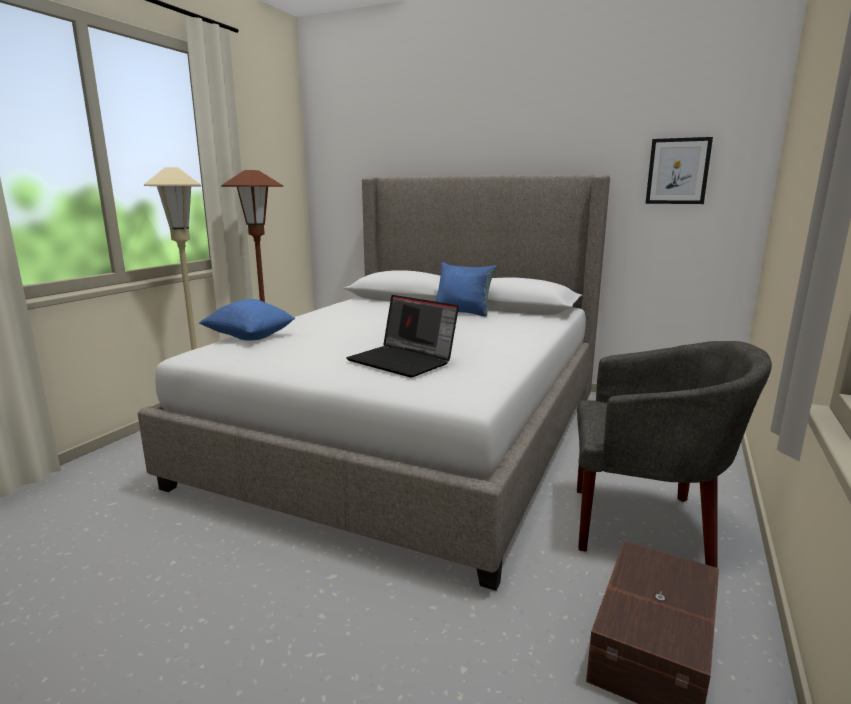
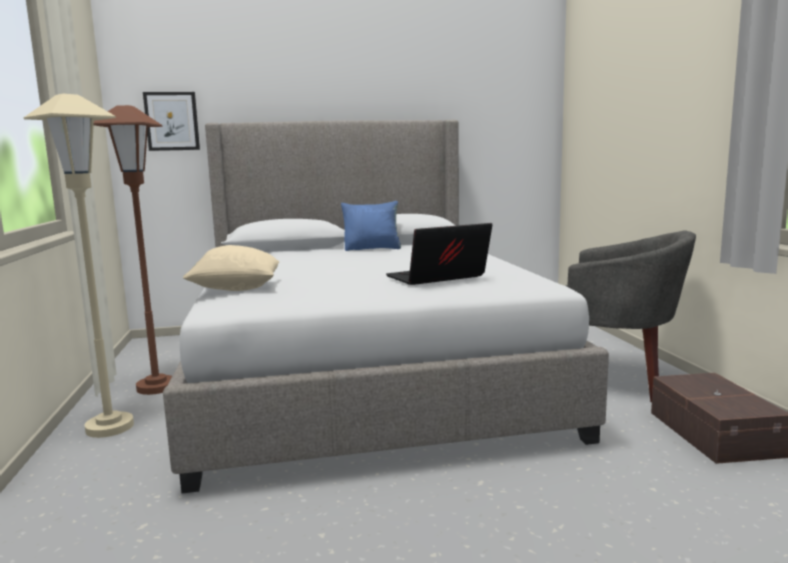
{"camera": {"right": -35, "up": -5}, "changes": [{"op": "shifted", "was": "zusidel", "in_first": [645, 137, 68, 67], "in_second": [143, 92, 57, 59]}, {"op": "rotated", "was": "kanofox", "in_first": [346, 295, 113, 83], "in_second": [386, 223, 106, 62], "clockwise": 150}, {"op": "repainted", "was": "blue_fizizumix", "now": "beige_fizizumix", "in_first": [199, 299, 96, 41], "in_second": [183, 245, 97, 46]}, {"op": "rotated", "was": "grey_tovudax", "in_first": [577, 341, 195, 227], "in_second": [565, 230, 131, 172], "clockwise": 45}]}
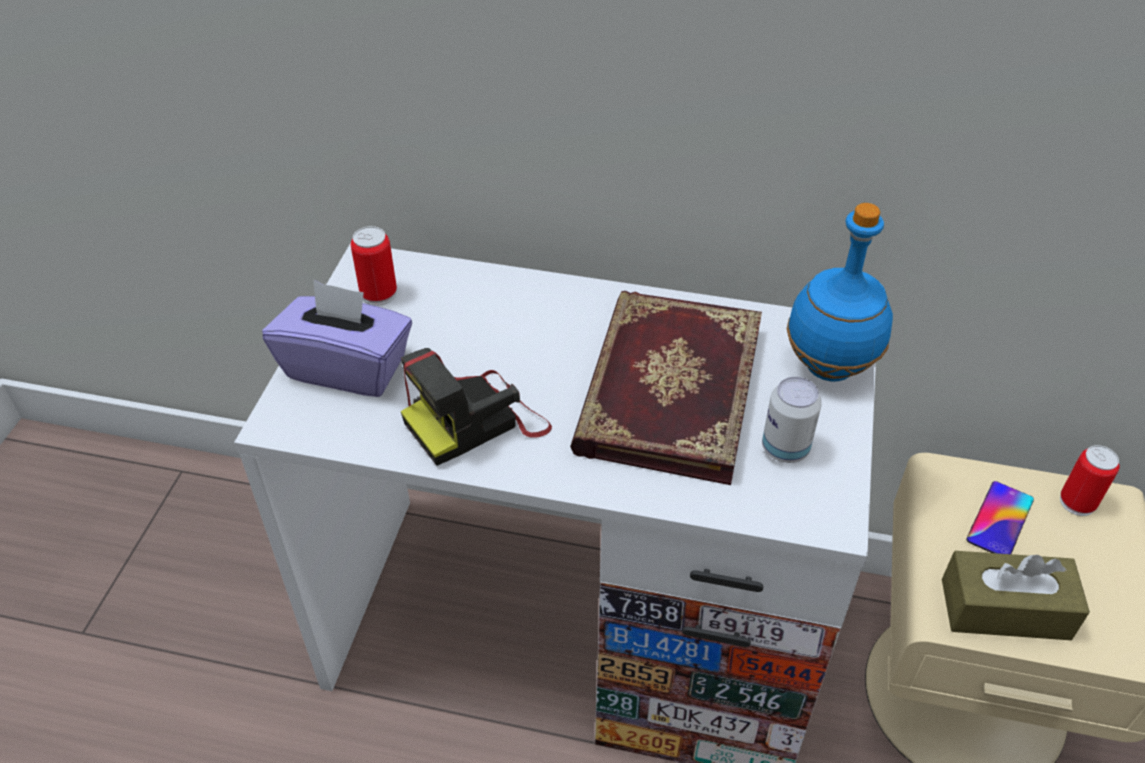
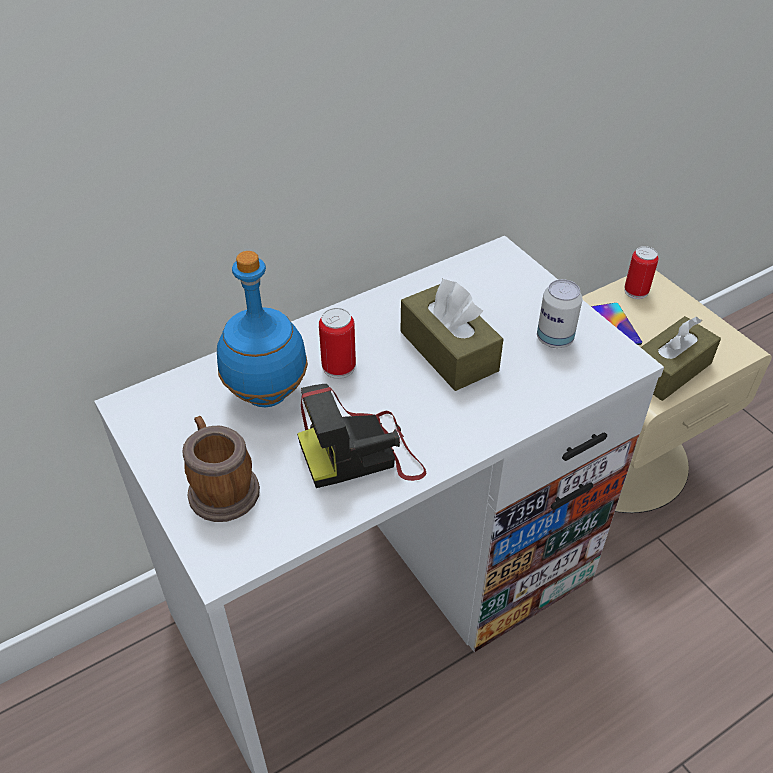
{"camera": {"right": -45, "up": 0}, "changes": [{"op": "shifted", "was": "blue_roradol", "in_first": [787, 203, 106, 178], "in_second": [217, 251, 91, 156]}, {"op": "shifted", "was": "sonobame", "in_first": [351, 226, 46, 80], "in_second": [319, 308, 37, 71]}, {"op": "swapped", "was": "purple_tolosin", "now": "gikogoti", "in_first": [262, 280, 150, 117], "in_second": [183, 416, 77, 106]}, {"op": "swapped", "was": "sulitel", "now": "brown_tolosin", "in_first": [570, 291, 192, 194], "in_second": [401, 278, 102, 113]}, {"op": "rotated", "was": "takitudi", "in_first": [401, 348, 151, 118], "in_second": [297, 384, 129, 104], "clockwise": 60}]}
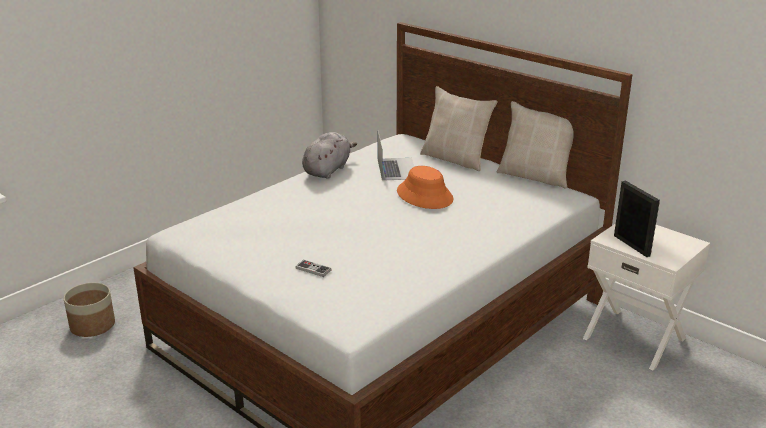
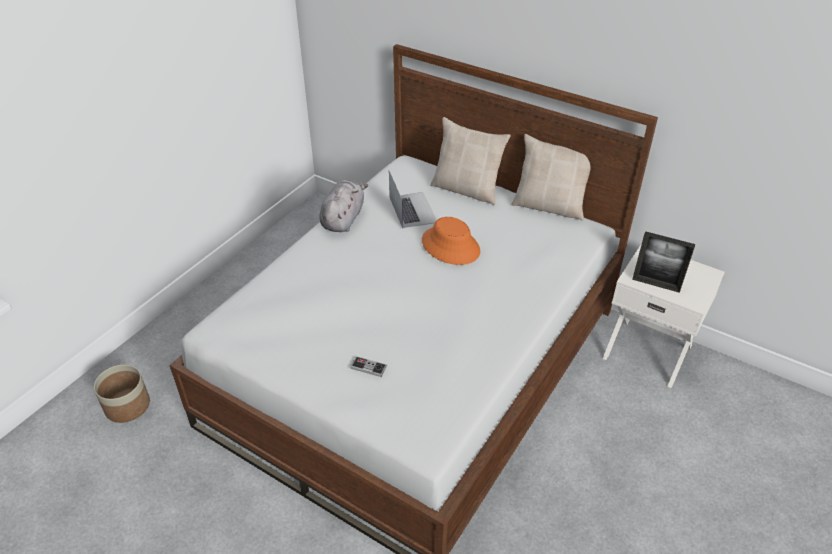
{"camera": {"right": -10, "up": 15}, "changes": [{"op": "rotated", "was": "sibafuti", "in_first": [614, 181, 46, 76], "in_second": [632, 231, 63, 62], "clockwise": 150}]}
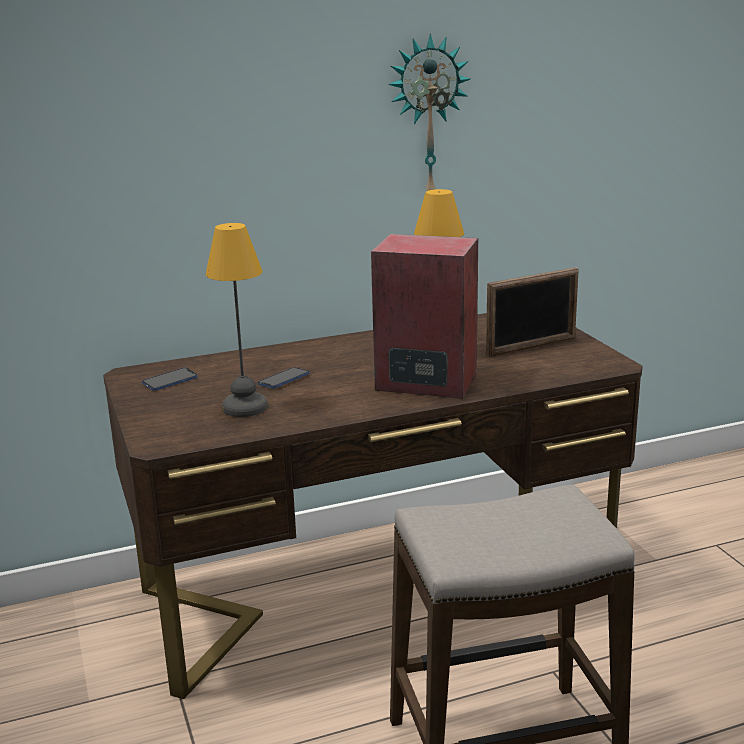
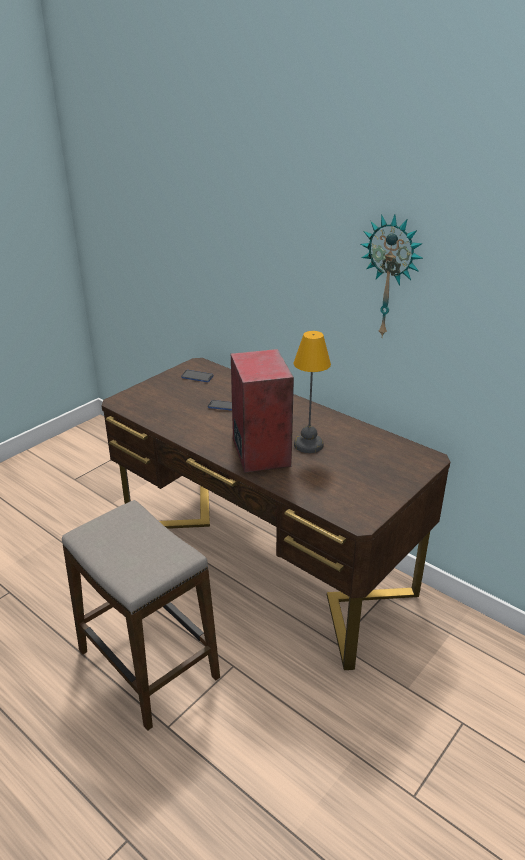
{"camera": {"right": 60, "up": 10}, "changes": [{"op": "gone", "was": "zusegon", "in_first": [206, 223, 62, 194]}, {"op": "gone", "was": "sibafuti", "in_first": [486, 267, 93, 90]}]}
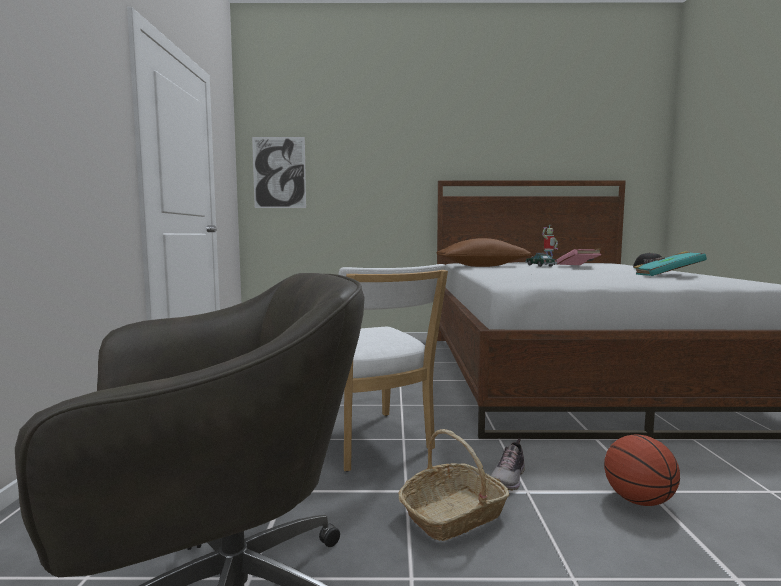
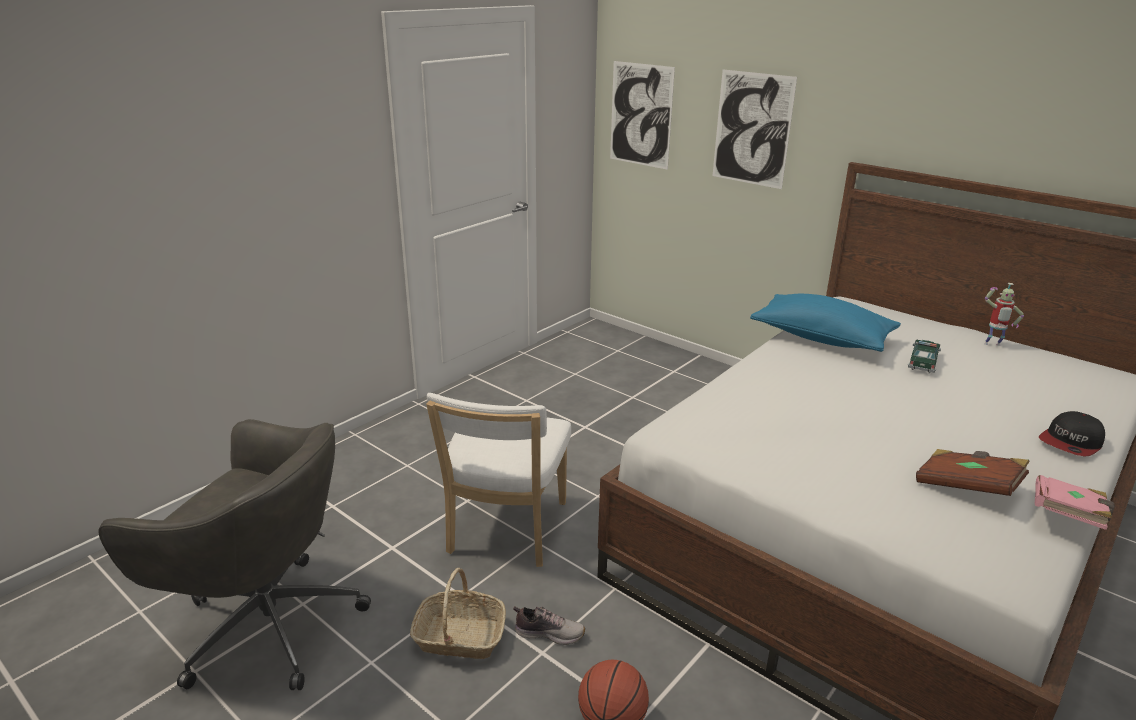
{"camera": {"right": 40, "up": 20}, "changes": [{"op": "repainted", "was": "brown_fizizumix", "now": "blue_fizizumix", "in_first": [436, 238, 96, 29], "in_second": [750, 294, 151, 58]}, {"op": "shifted", "was": "pink_sulitel", "in_first": [556, 248, 45, 17], "in_second": [1035, 475, 80, 55]}, {"op": "repainted", "was": "turquoise_sulitel", "now": "brown_sulitel", "in_first": [633, 251, 74, 25], "in_second": [916, 449, 114, 47]}, {"op": "rotated", "was": "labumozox", "in_first": [491, 439, 34, 52], "in_second": [513, 606, 72, 39], "clockwise": -150}, {"op": "new", "now": "zusidel", "in_second": [712, 70, 85, 119]}]}
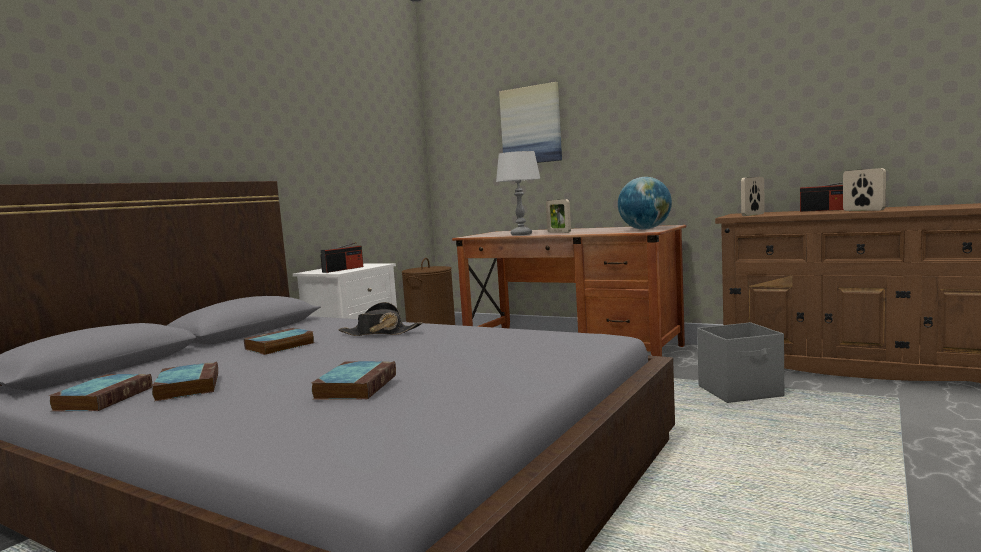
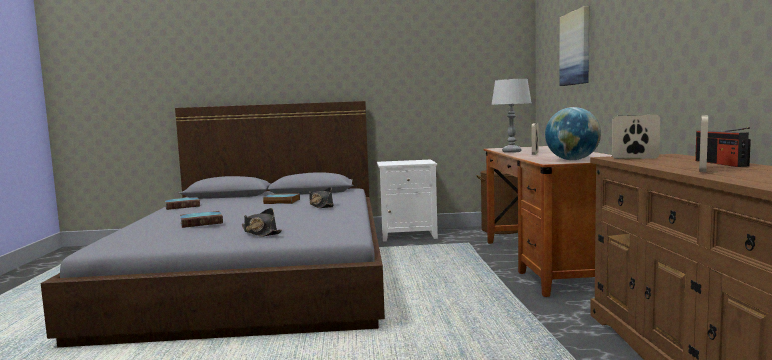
{"camera": {"right": 55, "up": 0}, "changes": [{"op": "gone", "was": "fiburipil", "in_first": [320, 242, 43, 31]}, {"op": "gone", "was": "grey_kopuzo", "in_first": [697, 322, 87, 81]}, {"op": "gone", "was": "sulitel", "in_first": [152, 361, 66, 40]}, {"op": "new", "now": "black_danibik", "in_second": [242, 208, 40, 29]}]}
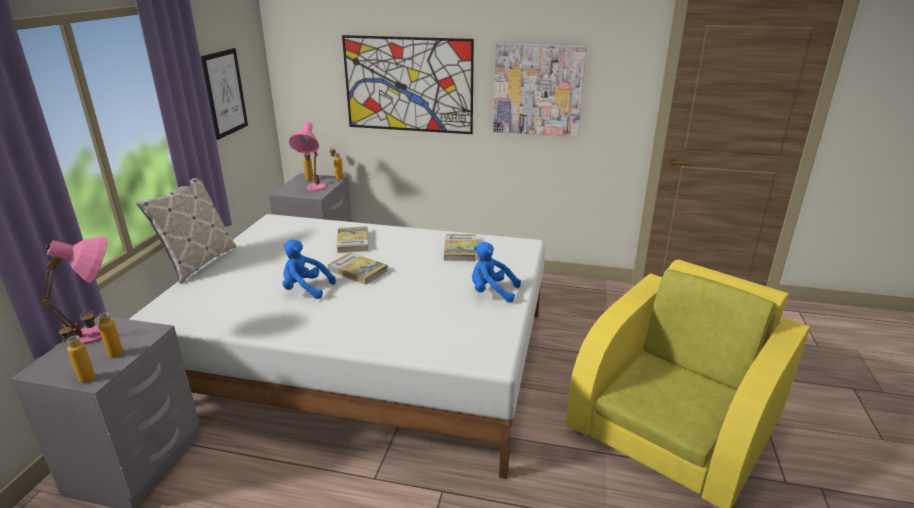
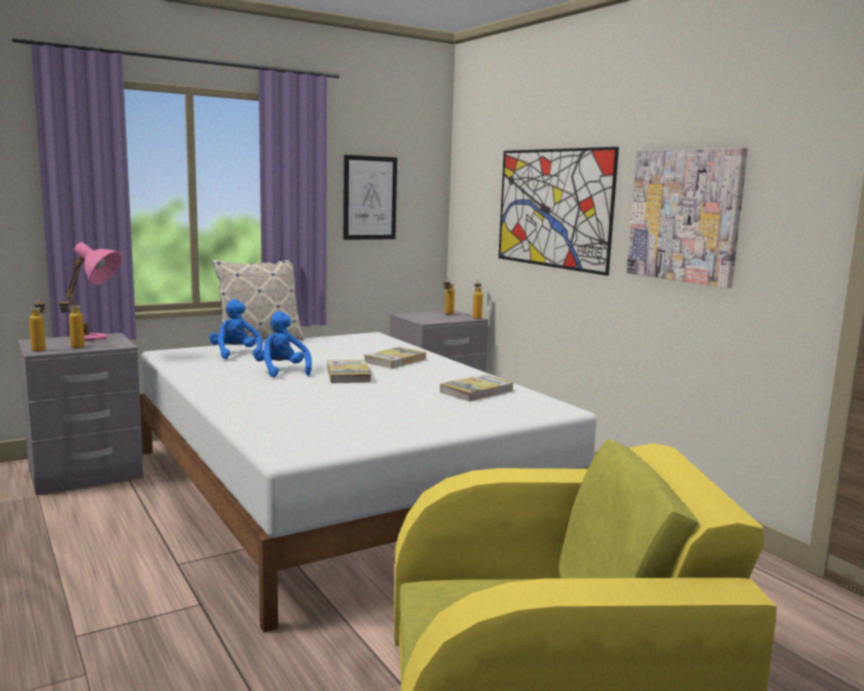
{"camera": {"right": 45, "up": -15}, "changes": [{"op": "gone", "was": "pink_zusegon", "in_first": [289, 122, 36, 69]}, {"op": "shifted", "was": "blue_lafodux", "in_first": [472, 242, 49, 61], "in_second": [209, 299, 54, 60]}]}
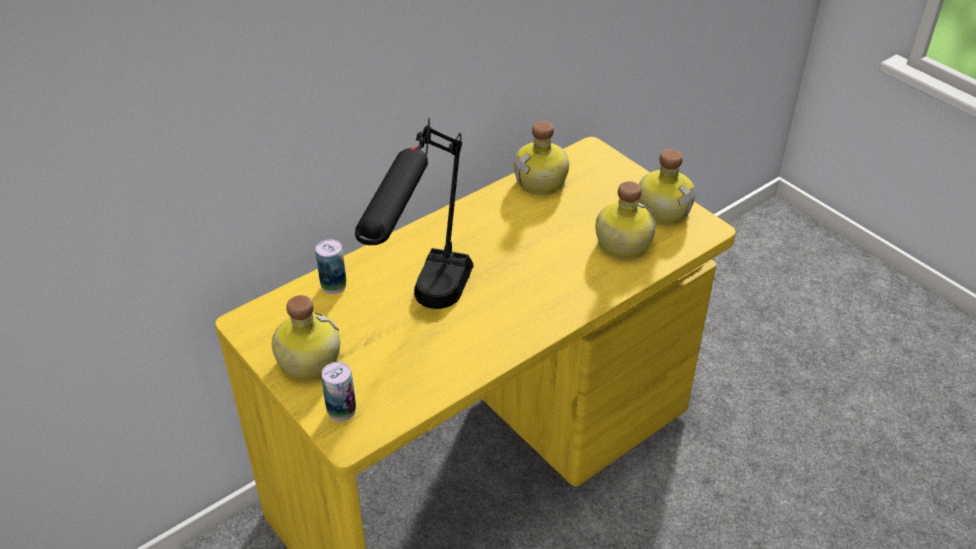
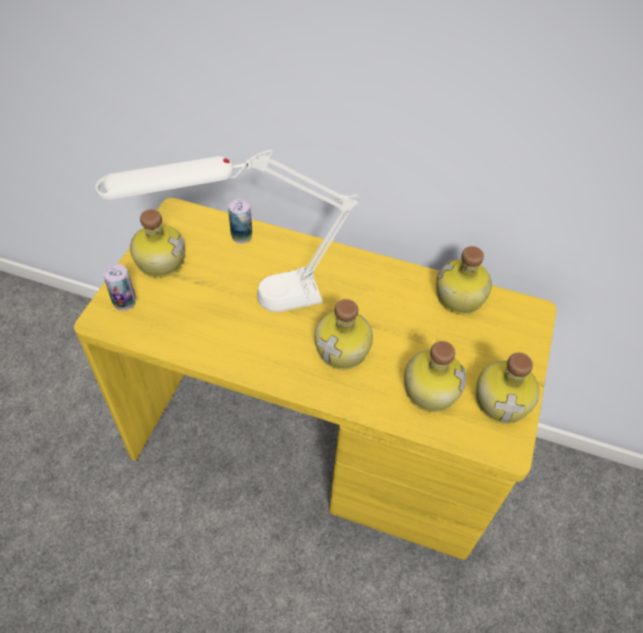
{"camera": {"right": 55, "up": 10}, "changes": [{"op": "repainted", "was": "black_zusegon", "now": "white_zusegon", "in_first": [355, 118, 118, 191], "in_second": [95, 150, 264, 162]}, {"op": "new", "now": "roradol", "in_second": [314, 299, 59, 71]}]}
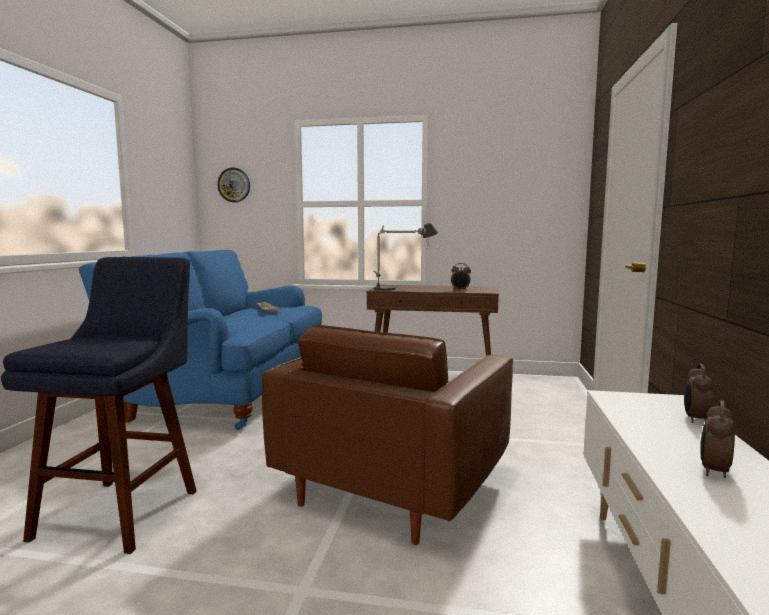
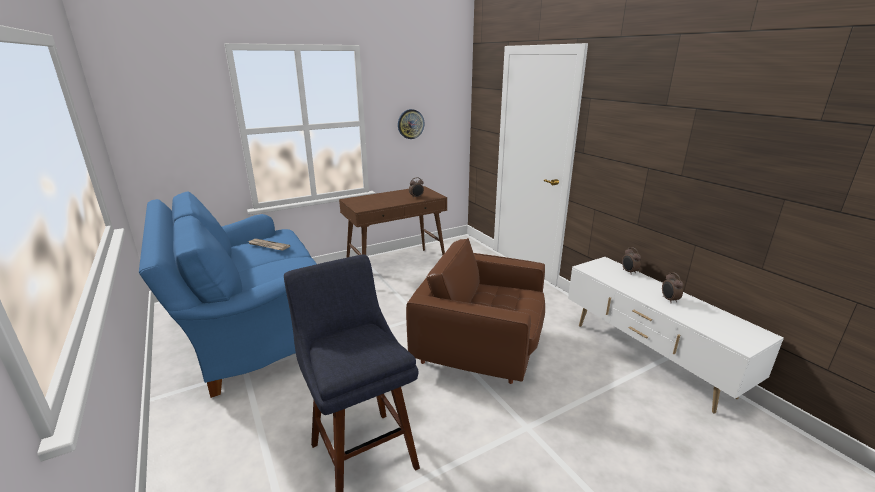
{"camera": {"right": -40, "up": 15}, "changes": [{"op": "shifted", "was": "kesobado", "in_first": [217, 168, 33, 34], "in_second": [398, 109, 27, 30]}, {"op": "gone", "was": "zusegon", "in_first": [374, 223, 64, 67]}, {"op": "rotated", "was": "brown_tovudax", "in_first": [262, 325, 251, 220], "in_second": [406, 238, 139, 146], "clockwise": 120}]}
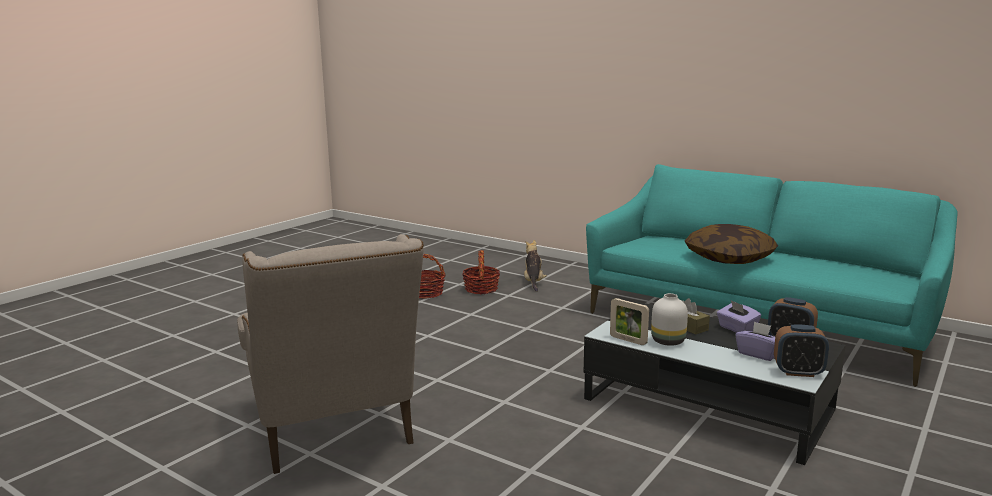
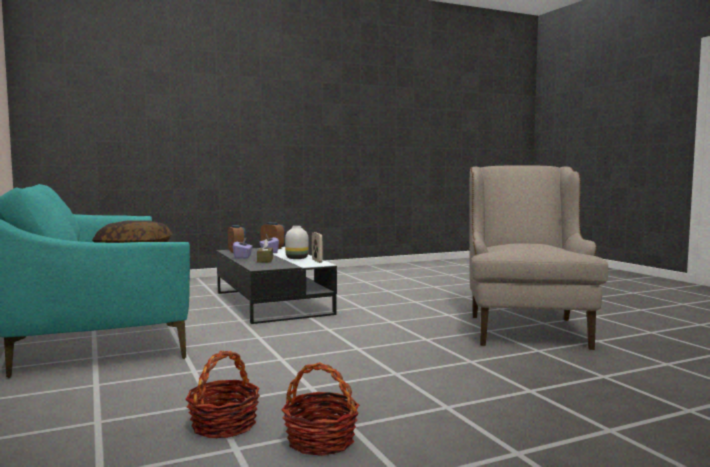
{"camera": {"right": -150, "up": -10}, "changes": [{"op": "gone", "was": "lafodux", "in_first": [524, 240, 23, 52]}]}
